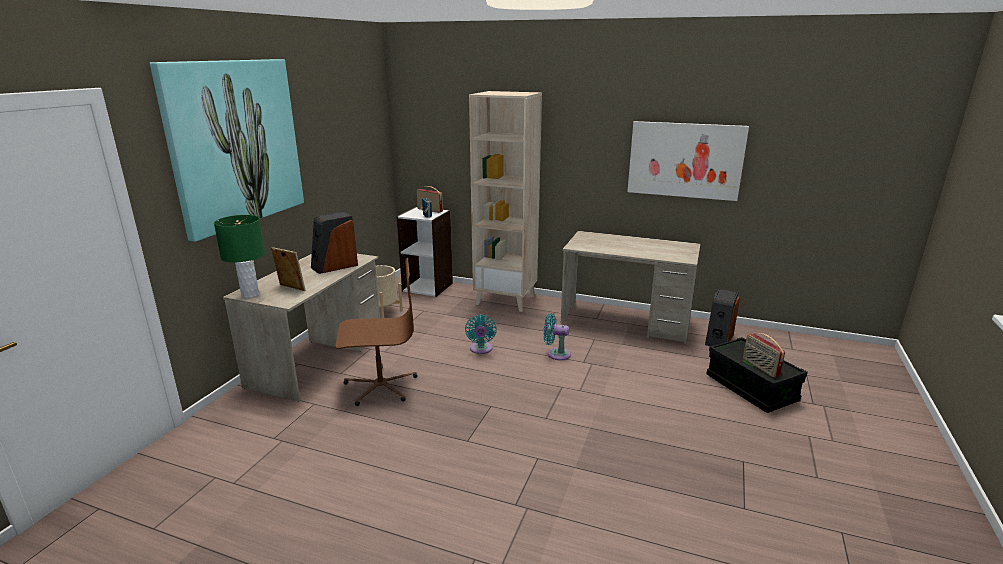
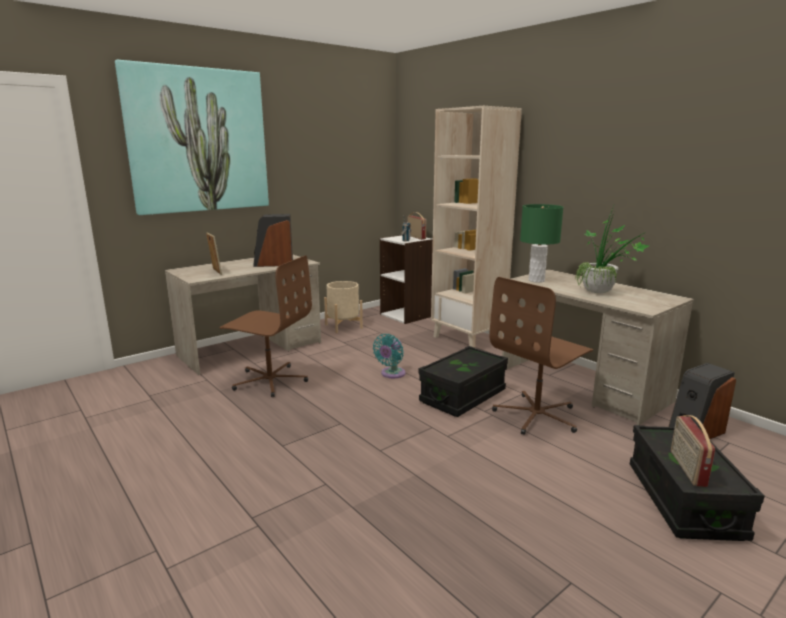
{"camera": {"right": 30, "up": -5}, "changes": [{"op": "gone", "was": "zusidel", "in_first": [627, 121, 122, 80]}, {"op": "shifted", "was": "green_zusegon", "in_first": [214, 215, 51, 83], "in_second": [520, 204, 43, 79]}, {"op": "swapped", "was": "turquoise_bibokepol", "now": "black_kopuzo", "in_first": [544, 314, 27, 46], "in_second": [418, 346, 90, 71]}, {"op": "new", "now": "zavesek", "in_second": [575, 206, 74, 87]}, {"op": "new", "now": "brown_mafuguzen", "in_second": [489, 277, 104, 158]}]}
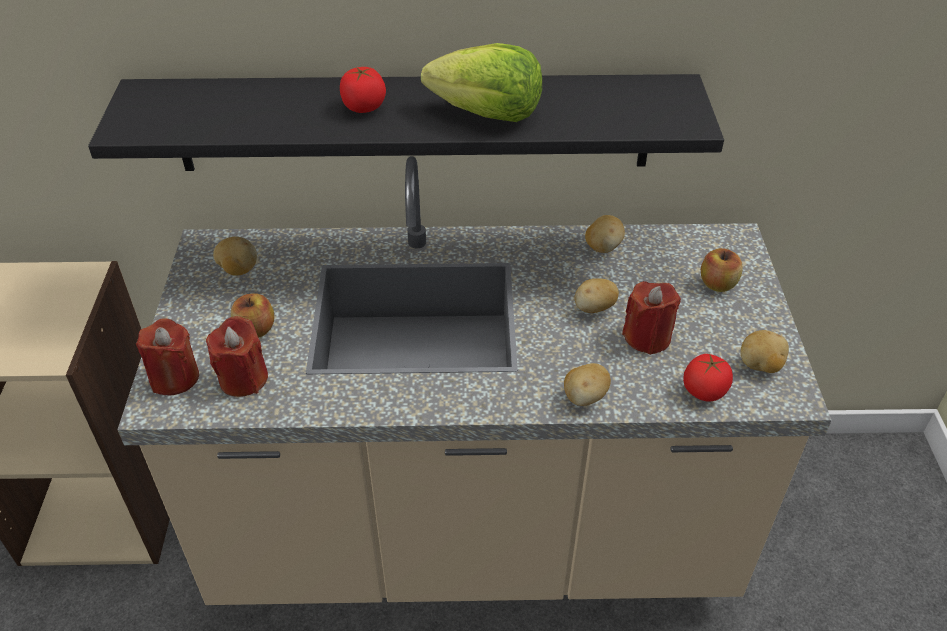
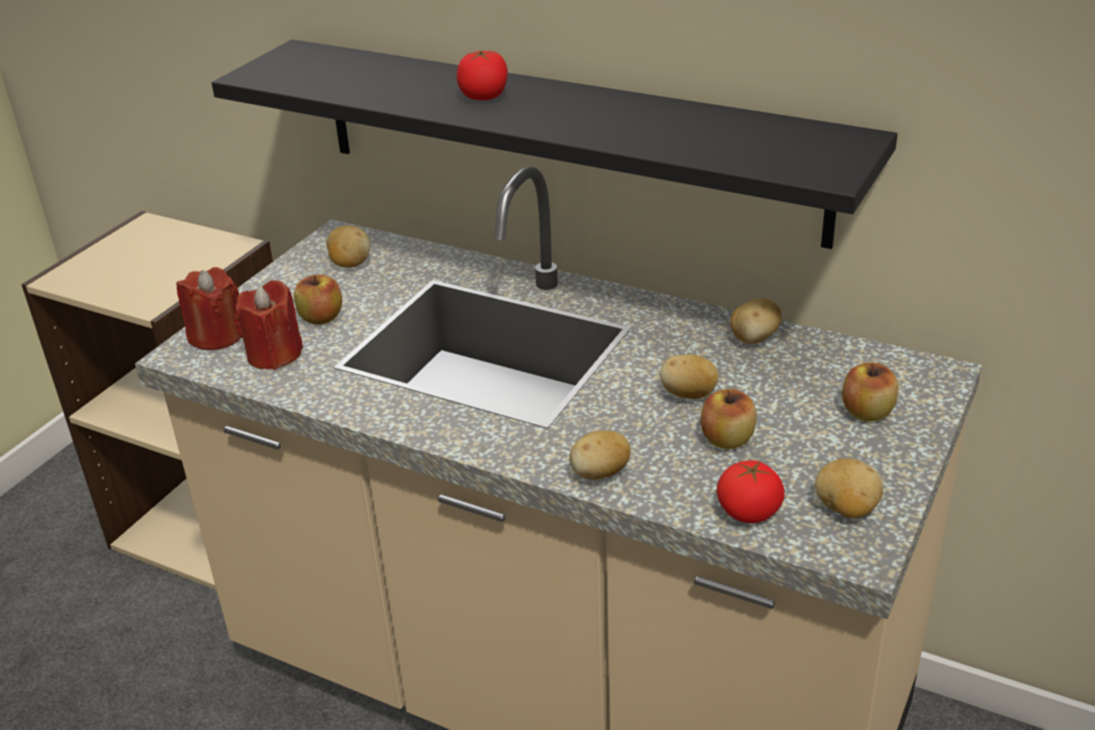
{"camera": {"right": 30, "up": -10}, "changes": [{"op": "gone", "was": "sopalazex", "in_first": [421, 43, 121, 79]}, {"op": "swapped", "was": "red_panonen", "now": "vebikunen", "in_first": [622, 281, 59, 74], "in_second": [700, 389, 57, 60]}]}
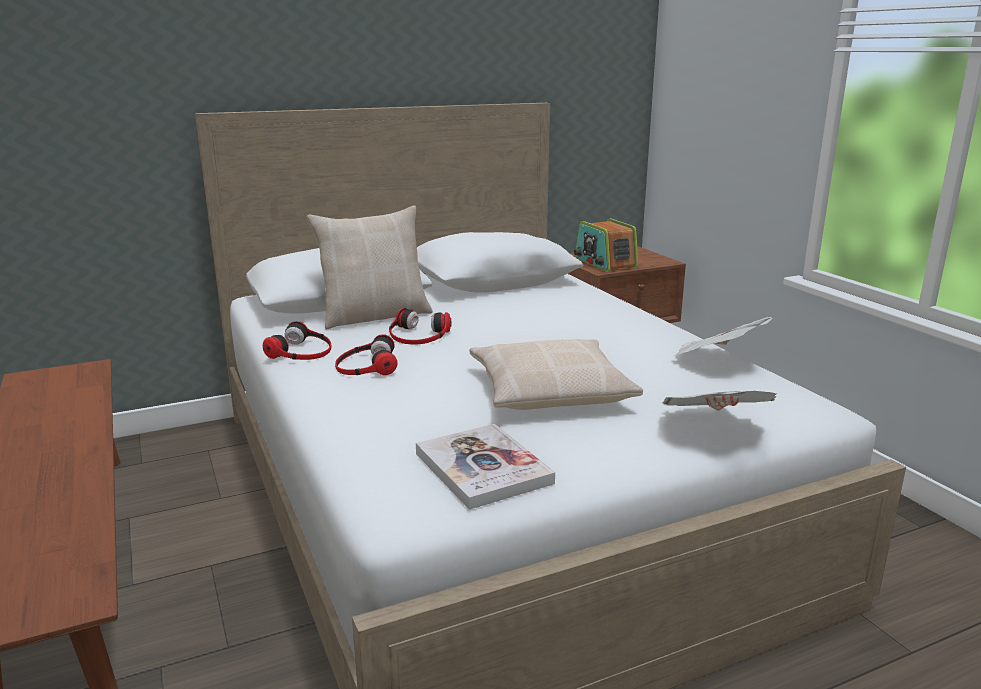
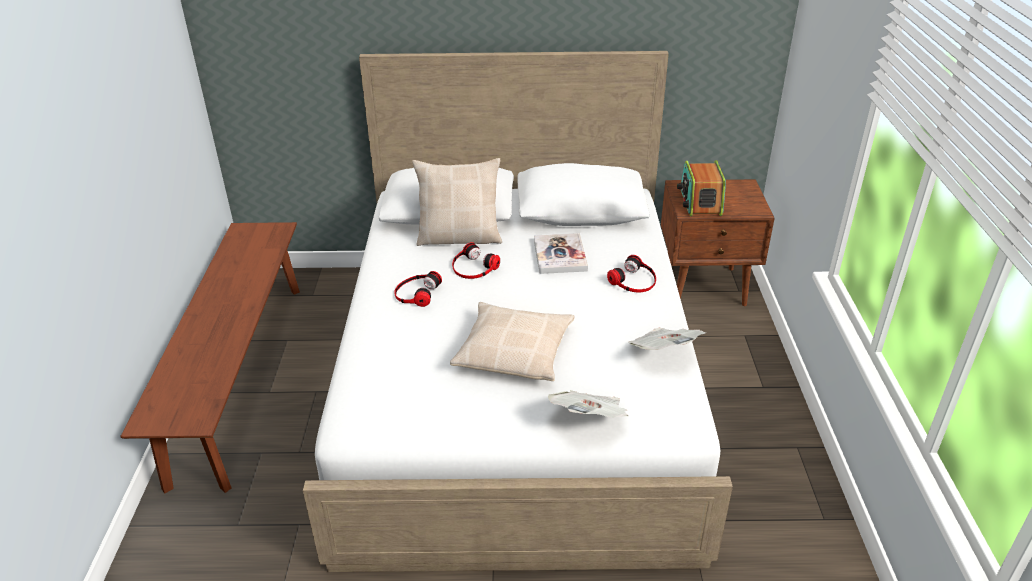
{"camera": {"right": 25, "up": 15}, "changes": [{"op": "shifted", "was": "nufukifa", "in_first": [263, 321, 68, 39], "in_second": [607, 255, 49, 37]}, {"op": "shifted", "was": "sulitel", "in_first": [416, 424, 139, 86], "in_second": [534, 233, 54, 41]}]}
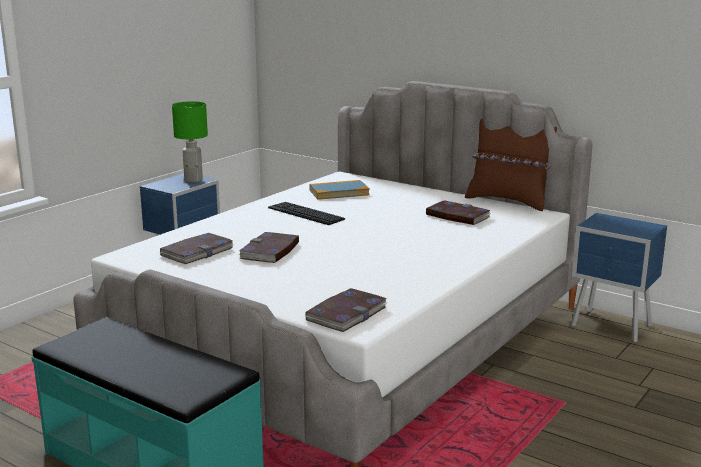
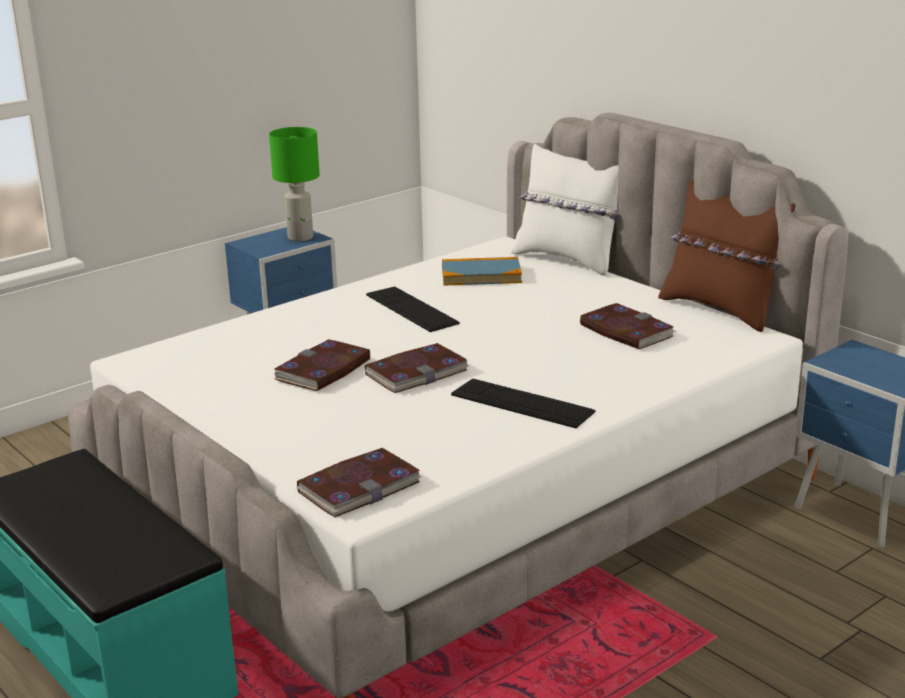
{"camera": {"right": 15, "up": 5}, "changes": [{"op": "shifted", "was": "sulitel", "in_first": [160, 233, 73, 31], "in_second": [364, 343, 104, 50]}, {"op": "new", "now": "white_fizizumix", "in_second": [511, 144, 108, 132]}, {"op": "new", "now": "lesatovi", "in_second": [451, 379, 144, 49]}]}
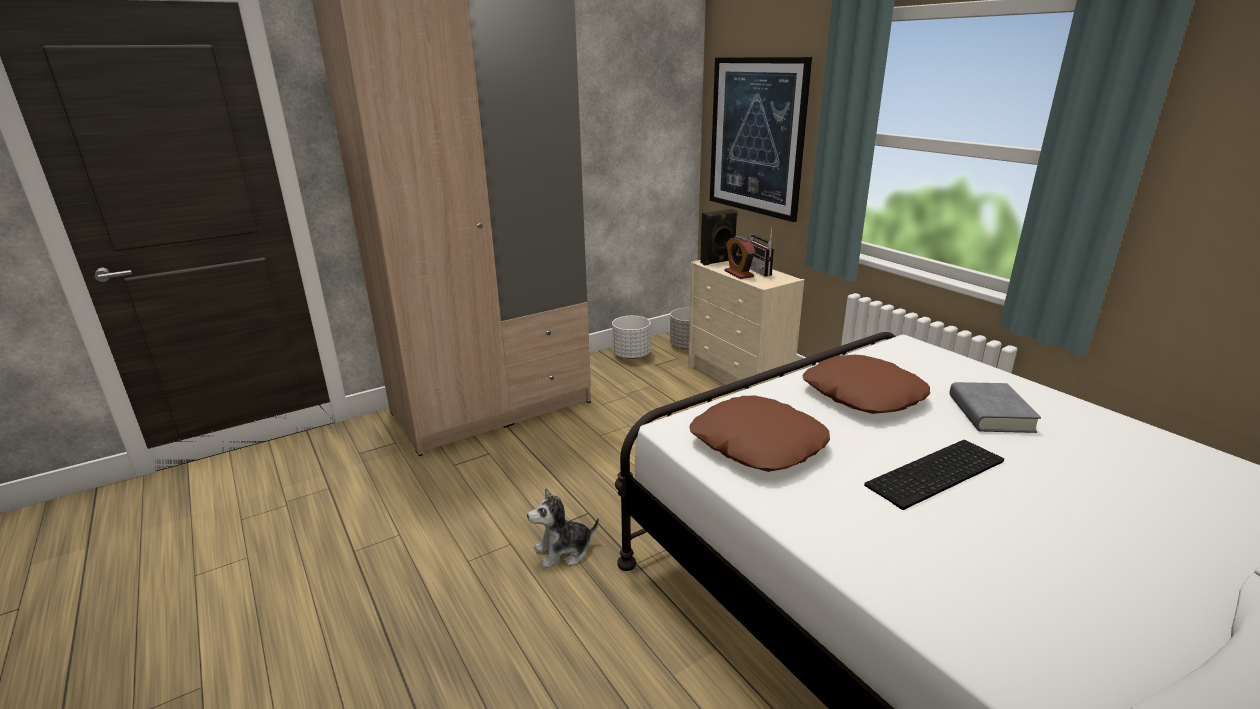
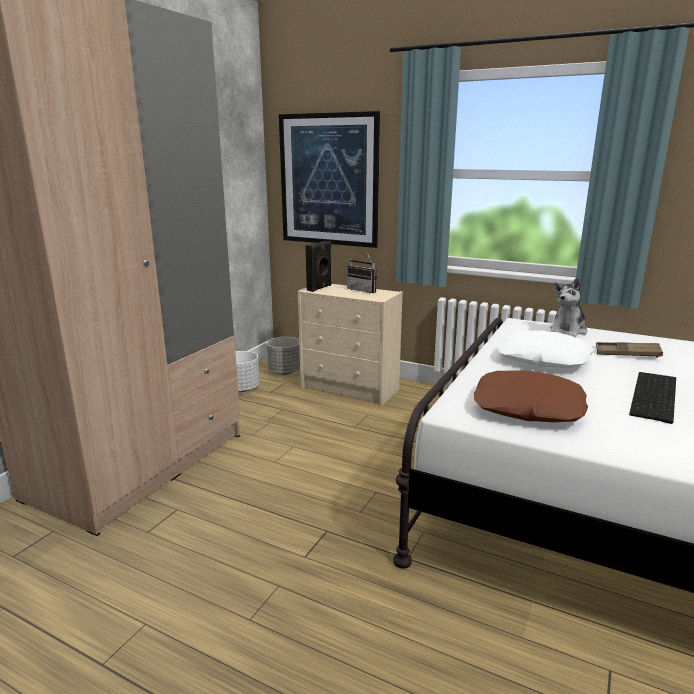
{"camera": {"right": -30, "up": -5}, "changes": [{"op": "gone", "was": "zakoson", "in_first": [724, 236, 31, 43]}, {"op": "repainted", "was": "brown_fizizumix", "now": "white_fizizumix", "in_first": [803, 355, 127, 59], "in_second": [498, 330, 95, 38]}, {"op": "swapped", "was": "grey_sulitel", "now": "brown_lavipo", "in_first": [950, 382, 91, 51], "in_second": [596, 342, 67, 16]}, {"op": "shifted", "was": "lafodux", "in_first": [527, 488, 72, 81], "in_second": [550, 278, 37, 59]}]}
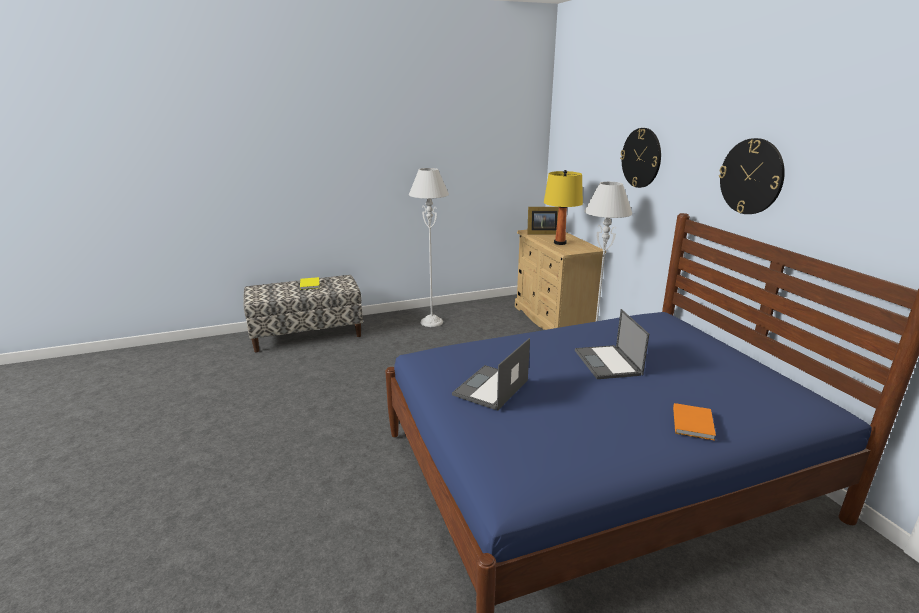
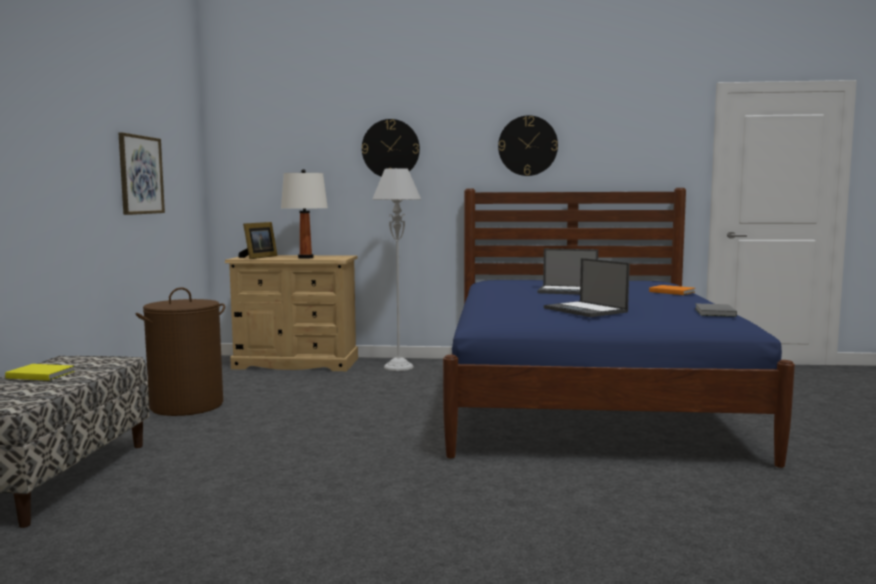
{"camera": {"right": -65, "up": -15}, "changes": [{"op": "swapped", "was": "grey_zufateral", "now": "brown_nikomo", "in_first": [409, 168, 40, 159], "in_second": [135, 287, 90, 129]}, {"op": "repainted", "was": "yellow_zusegon", "now": "white_zusegon", "in_first": [544, 170, 39, 75], "in_second": [281, 169, 47, 90]}, {"op": "new", "now": "zusidel", "in_second": [118, 133, 47, 82]}, {"op": "new", "now": "grey_sulitel", "in_second": [695, 303, 42, 14]}]}
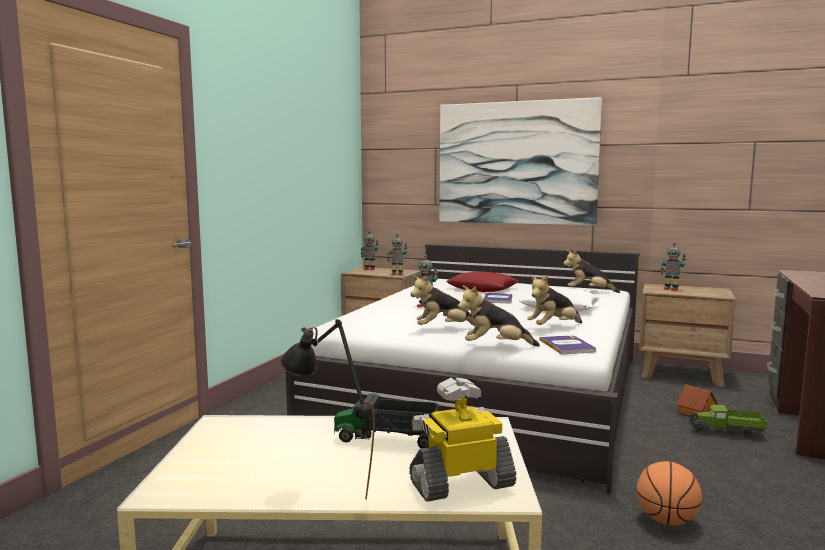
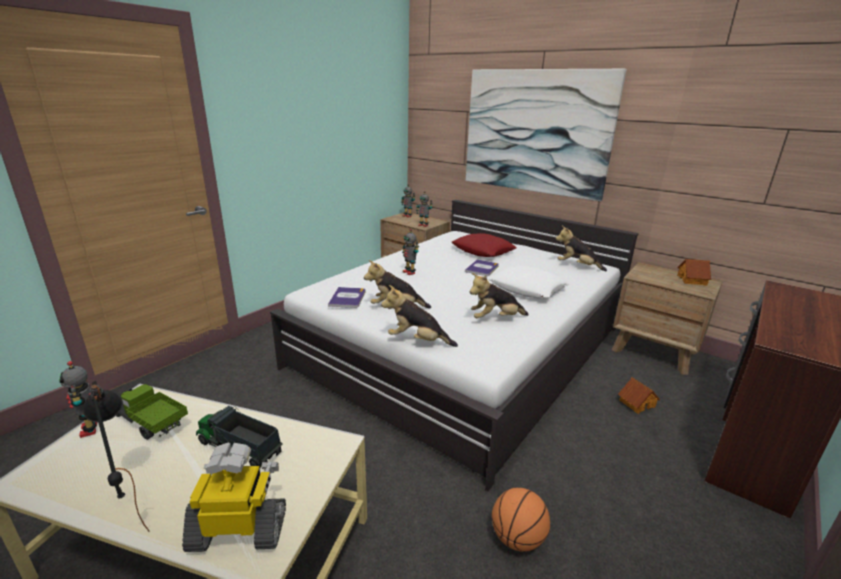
{"camera": {"right": 15, "up": 15}, "changes": [{"op": "shifted", "was": "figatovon", "in_first": [661, 243, 25, 48], "in_second": [59, 361, 38, 77]}, {"op": "shifted", "was": "sulitel", "in_first": [539, 335, 57, 19], "in_second": [328, 287, 37, 21]}, {"op": "shifted", "was": "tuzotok", "in_first": [689, 405, 79, 34], "in_second": [116, 384, 72, 56]}, {"op": "new", "now": "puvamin", "in_second": [677, 259, 34, 27]}]}
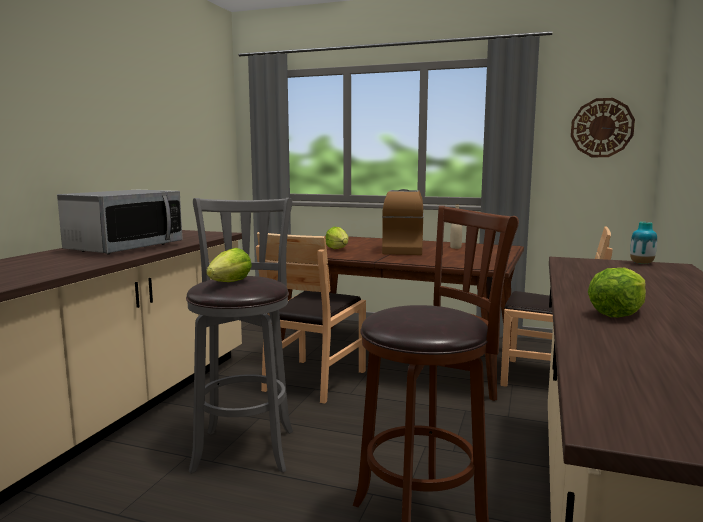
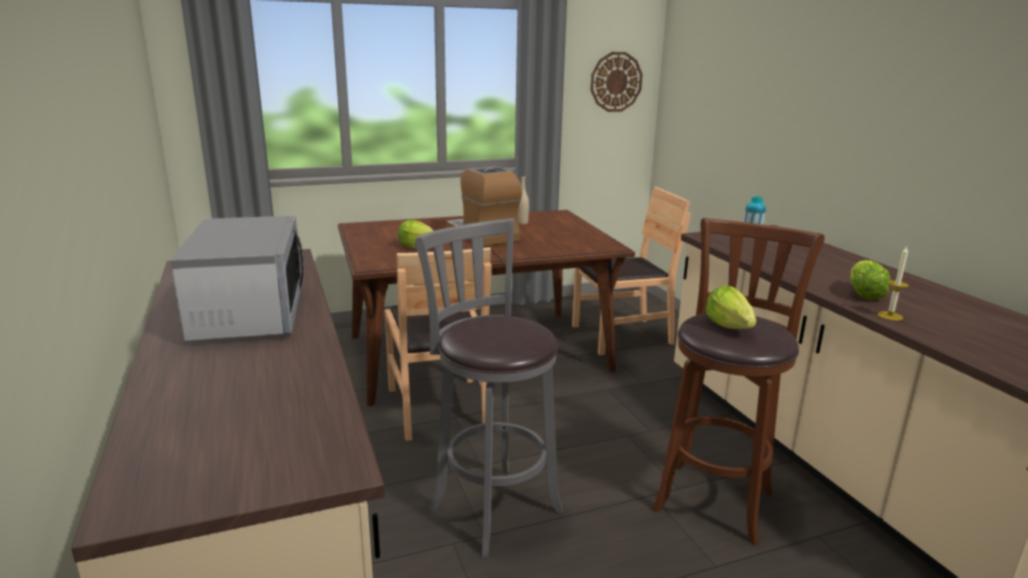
{"camera": {"right": -40, "up": 10}, "changes": [{"op": "shifted", "was": "sopalazex", "in_first": [206, 248, 46, 34], "in_second": [705, 285, 51, 44]}, {"op": "new", "now": "panonen", "in_second": [878, 246, 31, 75]}]}
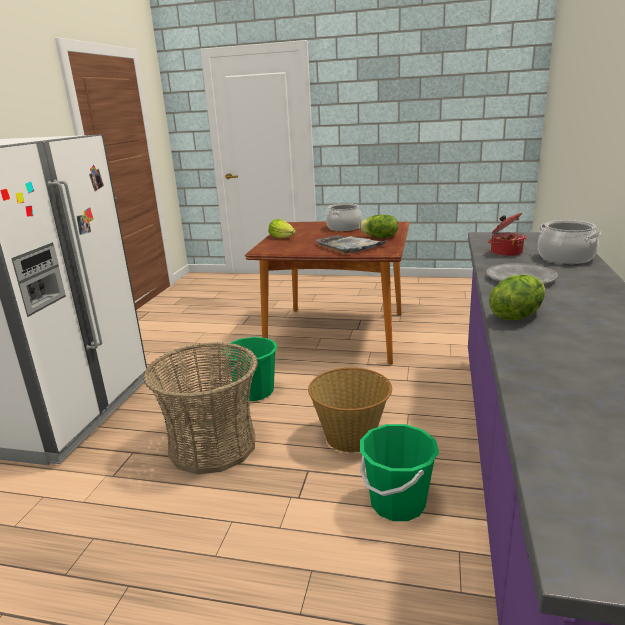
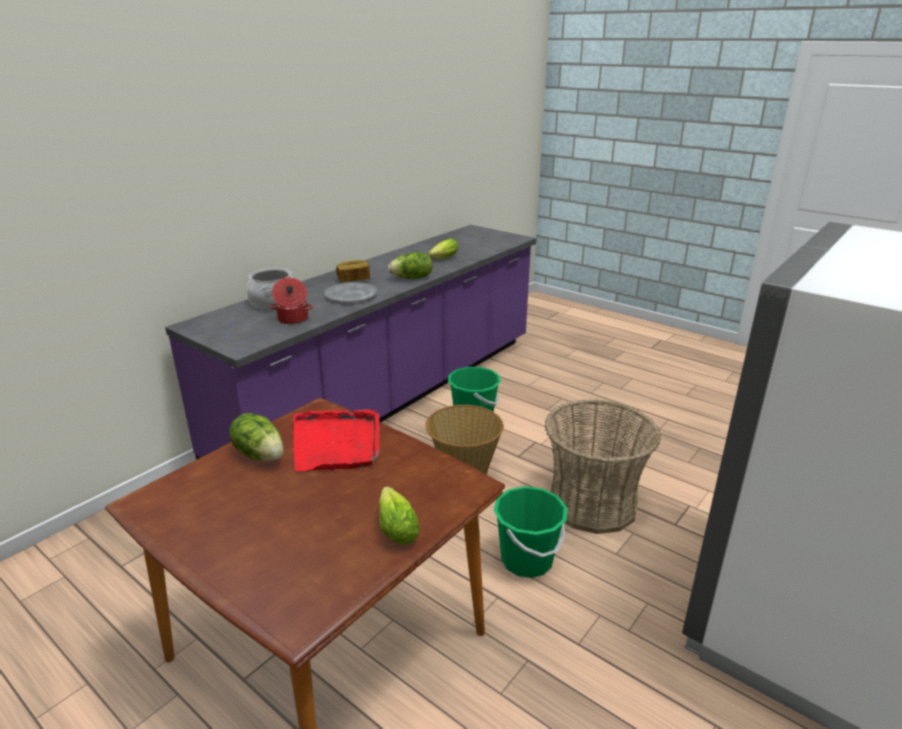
{"camera": {"right": -155, "up": 5}, "changes": [{"op": "gone", "was": "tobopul", "in_first": [326, 203, 36, 28]}, {"op": "repainted", "was": "grey_lavipo", "now": "red_lavipo", "in_first": [316, 235, 73, 18], "in_second": [293, 409, 86, 62]}, {"op": "new", "now": "sopalazex", "in_second": [428, 239, 30, 20]}, {"op": "new", "now": "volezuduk", "in_second": [336, 260, 34, 22]}]}
